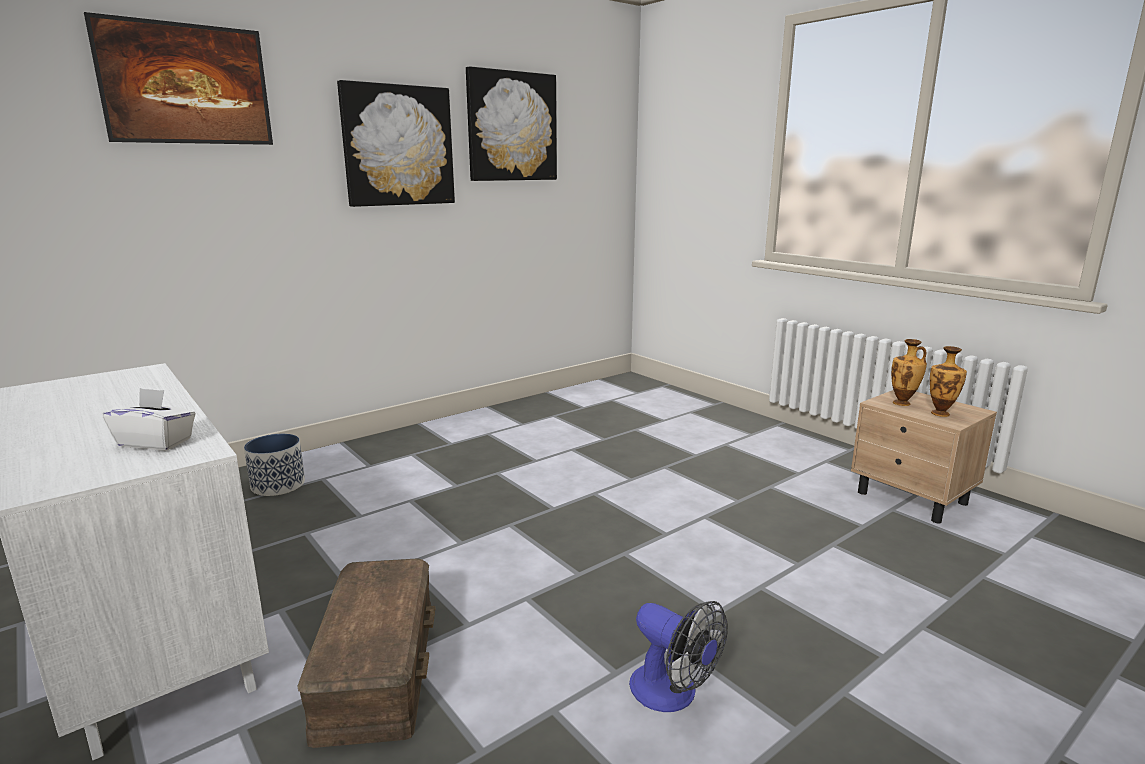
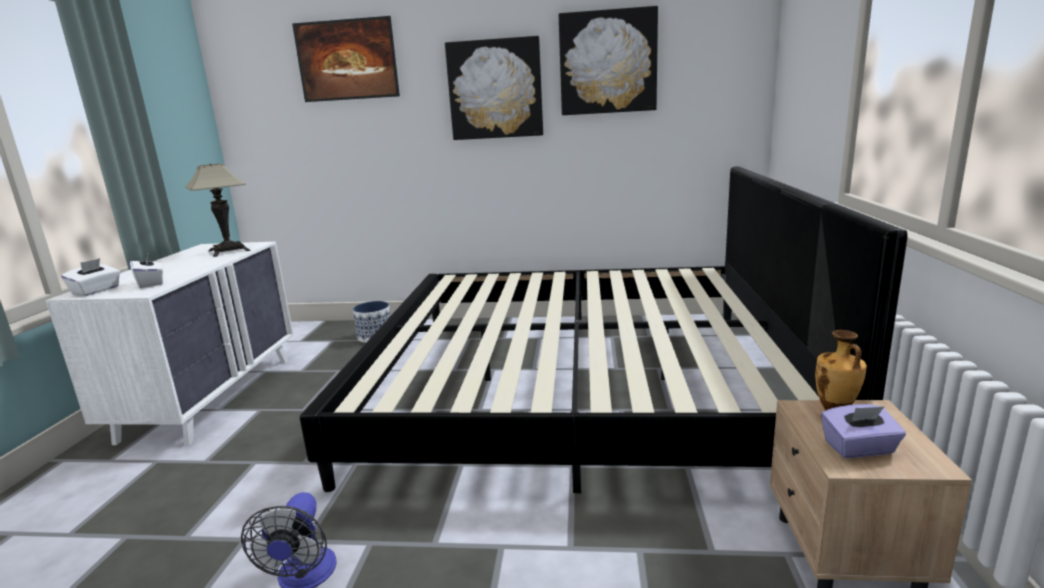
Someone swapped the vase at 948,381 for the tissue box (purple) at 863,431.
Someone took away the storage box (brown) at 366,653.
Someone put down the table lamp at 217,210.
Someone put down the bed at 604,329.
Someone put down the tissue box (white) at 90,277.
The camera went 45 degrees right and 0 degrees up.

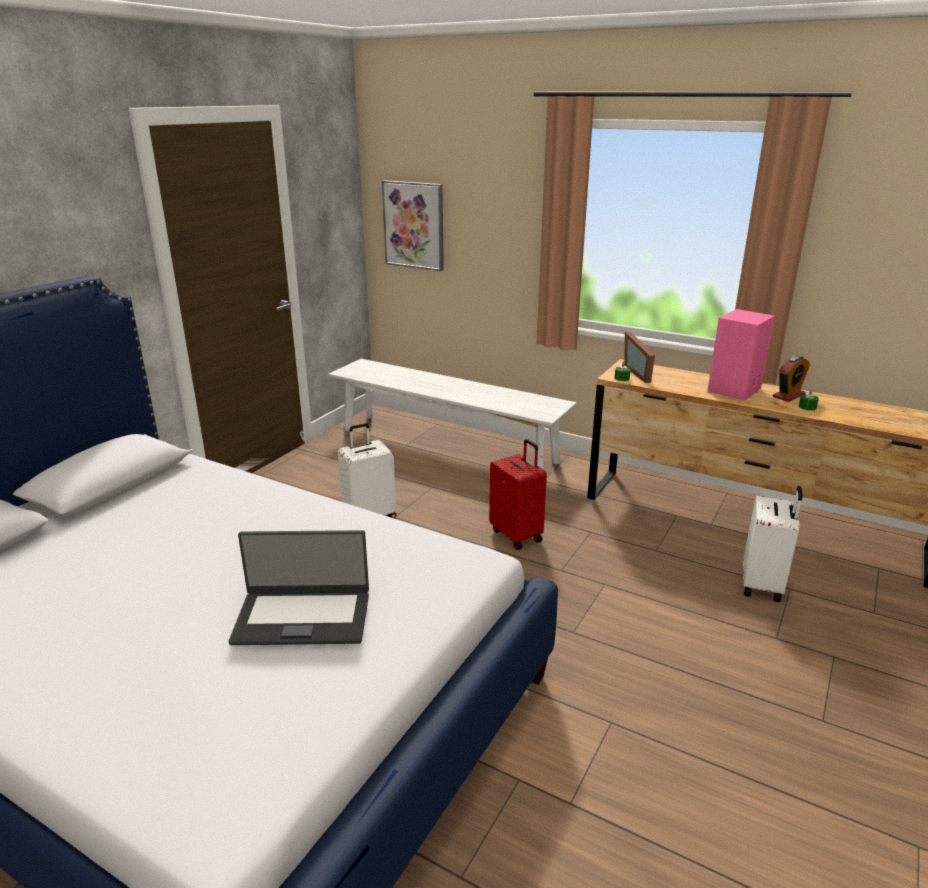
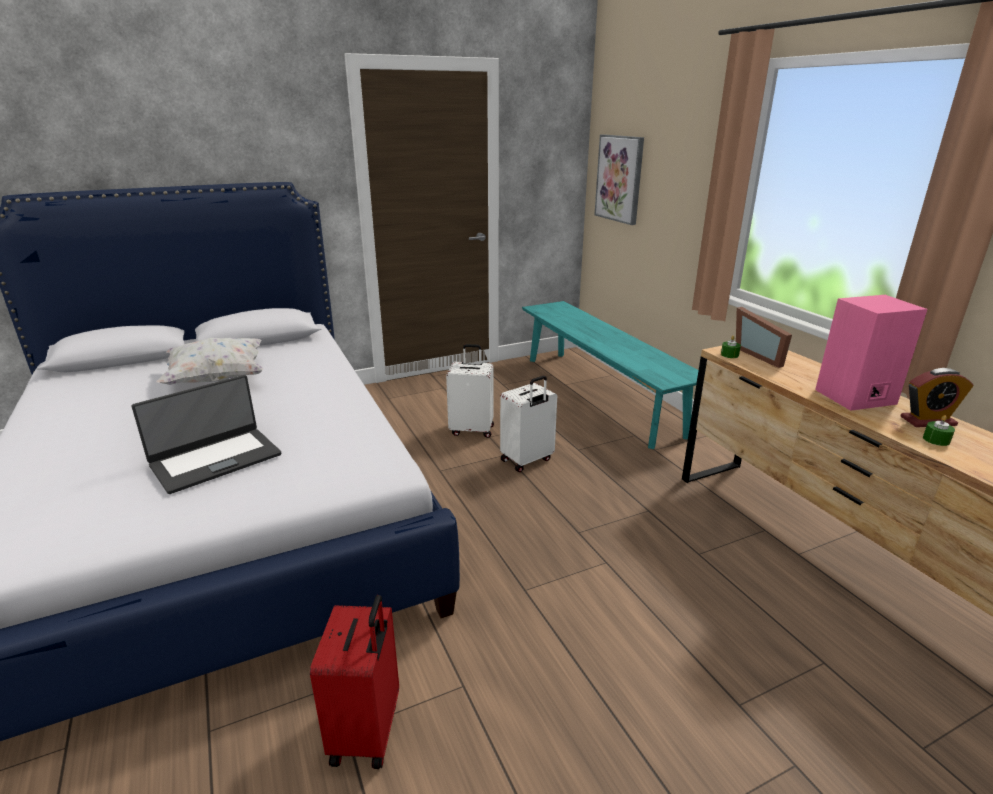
Someone rotated the picture frame at 639,357 by 45 degrees counterclockwise.
Someone repainted the bench (white) at 452,414, which became the bench (turquoise) at 610,375.
Someone carried the suitcase (red) from 518,494 to 354,682.
Someone carried the suitcase (white) from 773,544 to 528,424.
Someone rotated the laptop at 299,587 by 75 degrees counterclockwise.
Someone put down the pillow (white) at 210,361.
The camera went 35 degrees right and 0 degrees up.

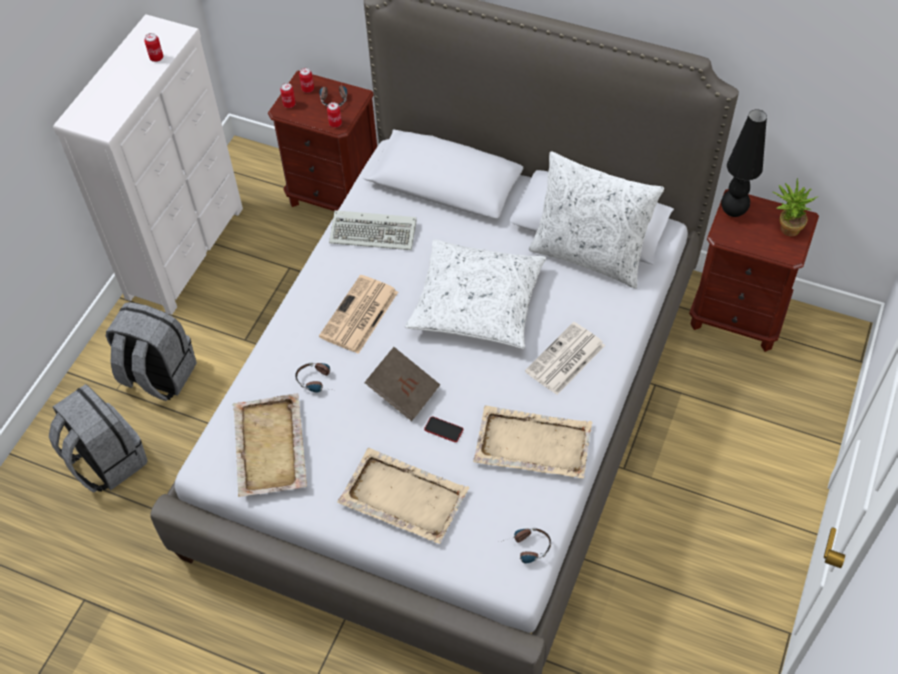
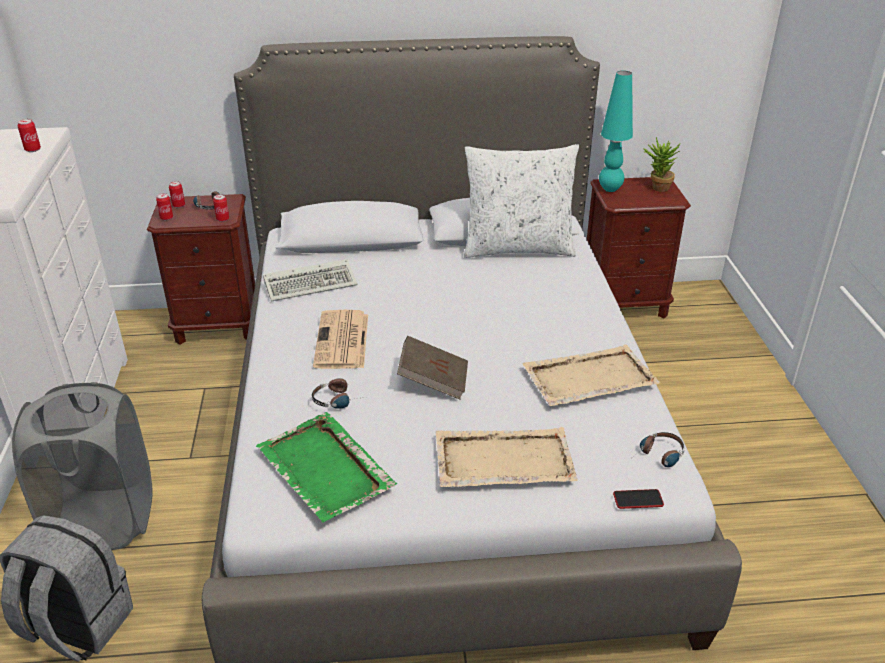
Someone repainted the table lamp (black) at 744,163, which became the table lamp (turquoise) at 616,131.
Someone took away the pillow (white) at 475,294.
Someone swapped the backpack (grey) at 151,351 for the laundry basket (grey) at 82,466.
Someone took away the newspaper at 565,358.
Someone repainted the tray (beige) at 269,445, which became the tray (green) at 326,467.
Someone carried the phone from 443,429 to 638,499.
The camera went 30 degrees left and 20 degrees down.

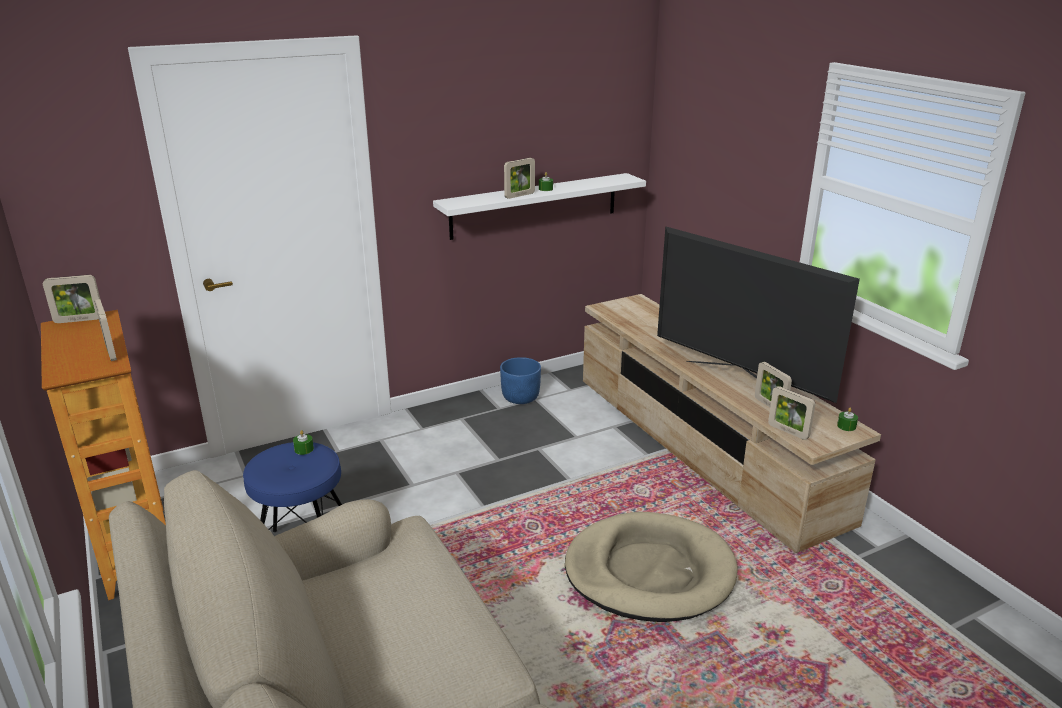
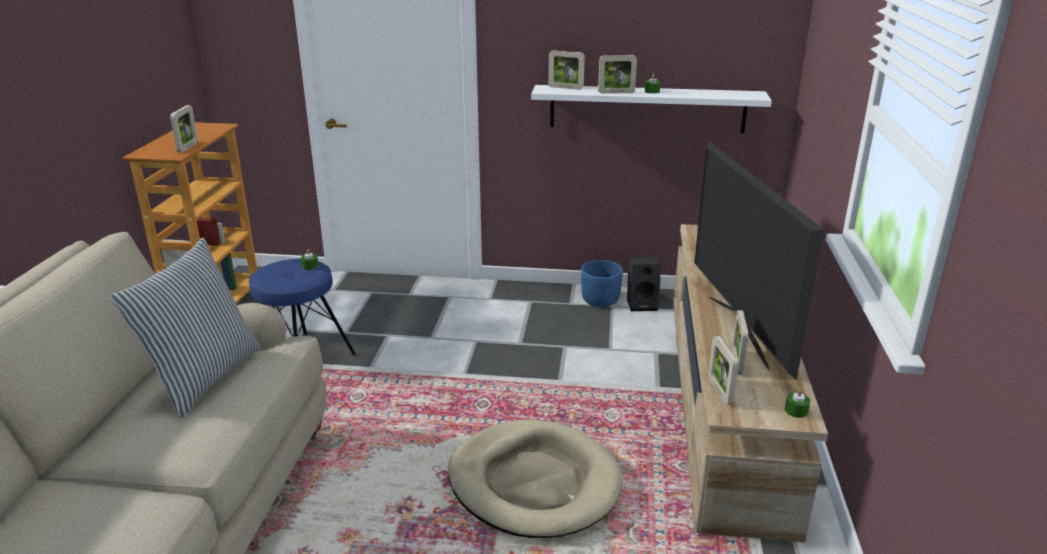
Someone carried the picture frame from 71,299 to 566,70.
Someone put down the pillow at 185,328.
Someone put down the speaker (black) at 644,284.
The camera went 35 degrees right and 0 degrees up.

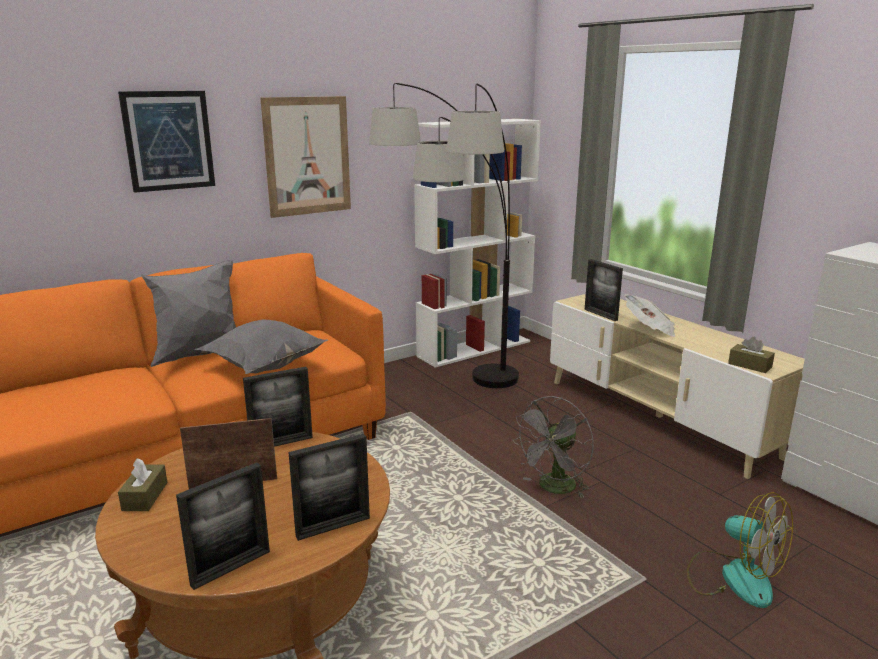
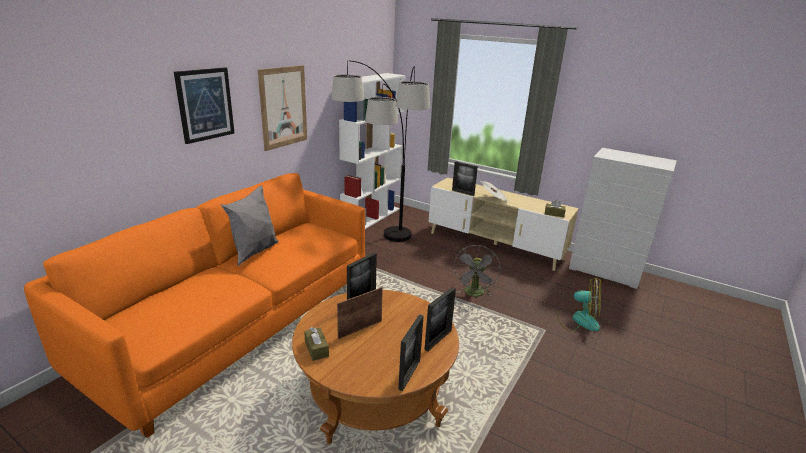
Someone took away the pillow (grey) at 261,346.
The camera went 25 degrees left and 5 degrees up.

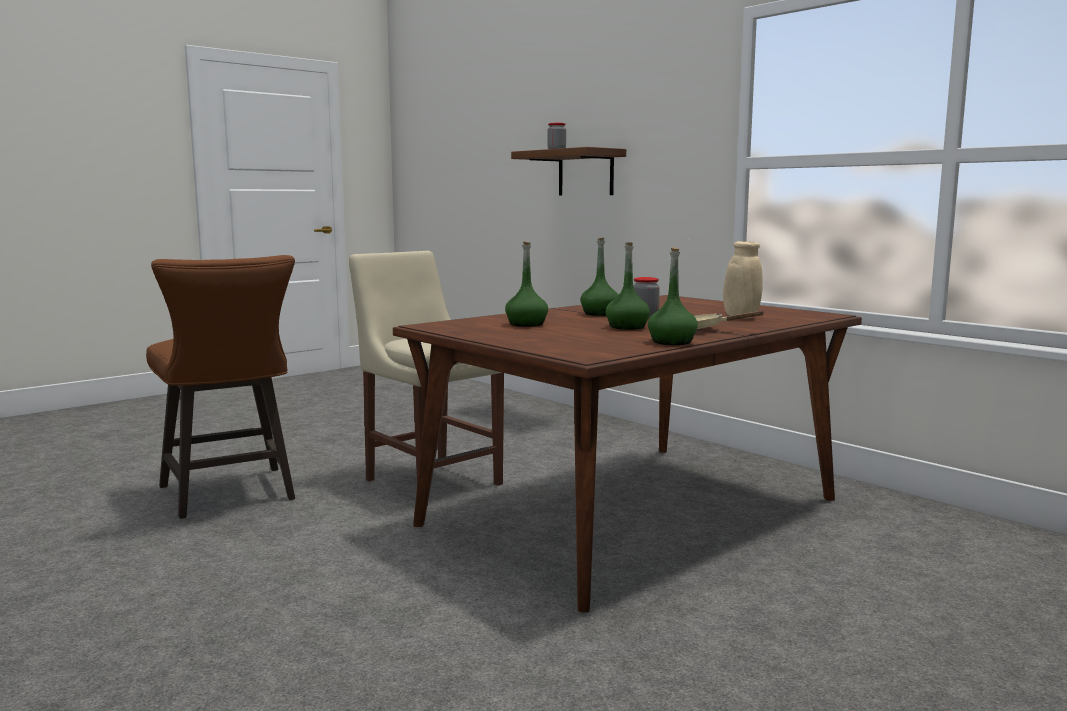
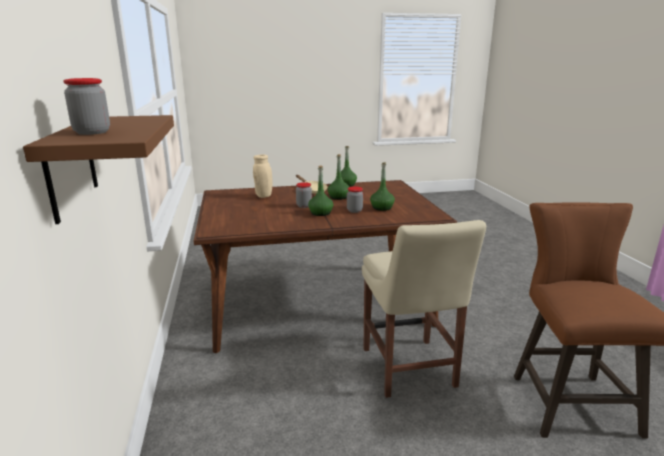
Someone put down the jar at 355,199.
The camera went 150 degrees left and 10 degrees up.

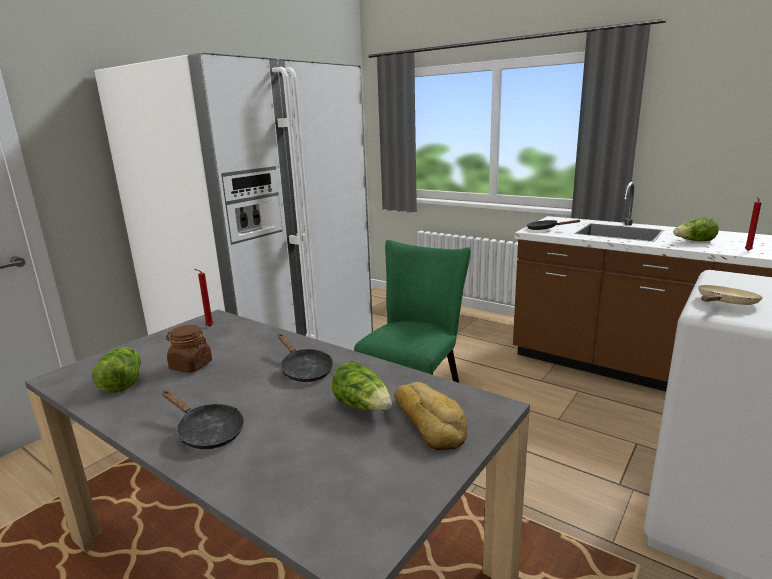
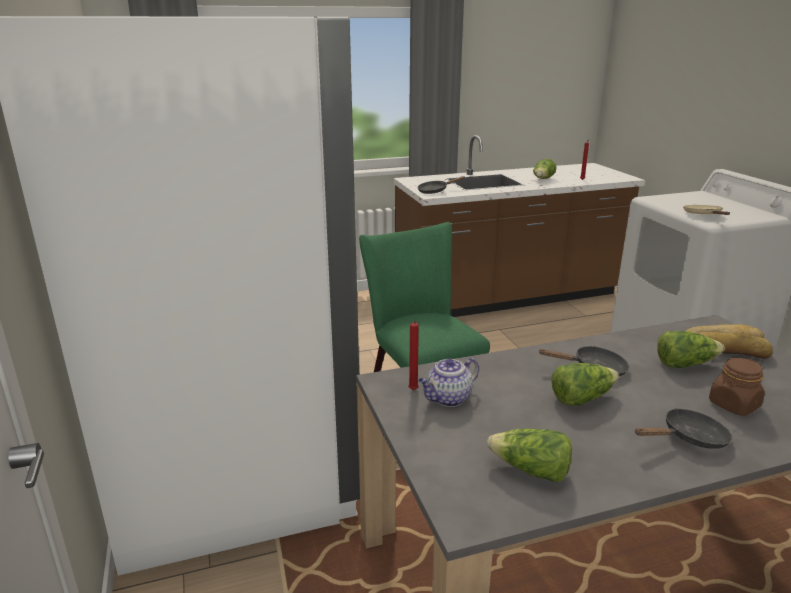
Someone carried the jar (brown) from 189,348 to 737,387.
Someone put down the teapot at 448,382.
Someone put down the lettuce at 585,384.
The camera went 55 degrees left and 5 degrees up.

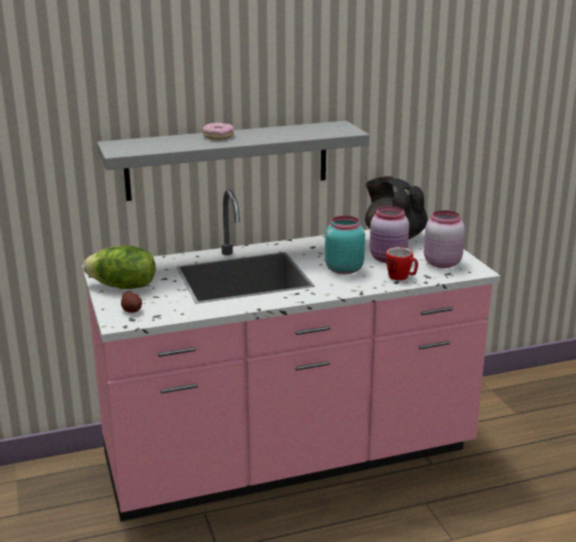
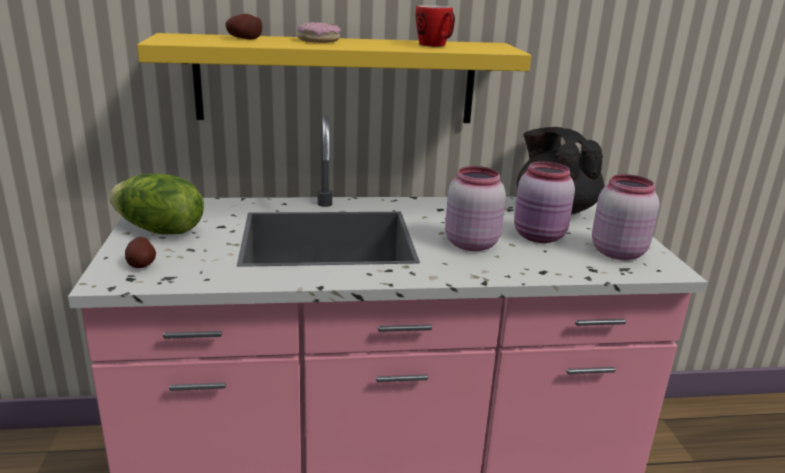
Someone repainted the shelf (grey) at 233,161, which became the shelf (yellow) at 334,78.
Someone repainted the jar (turquoise) at 345,245, which became the jar (pink) at 475,208.
Someone carried the mug from 402,263 to 435,26.
Someone put down the potato at 243,26.
The camera went 10 degrees right and 0 degrees up.

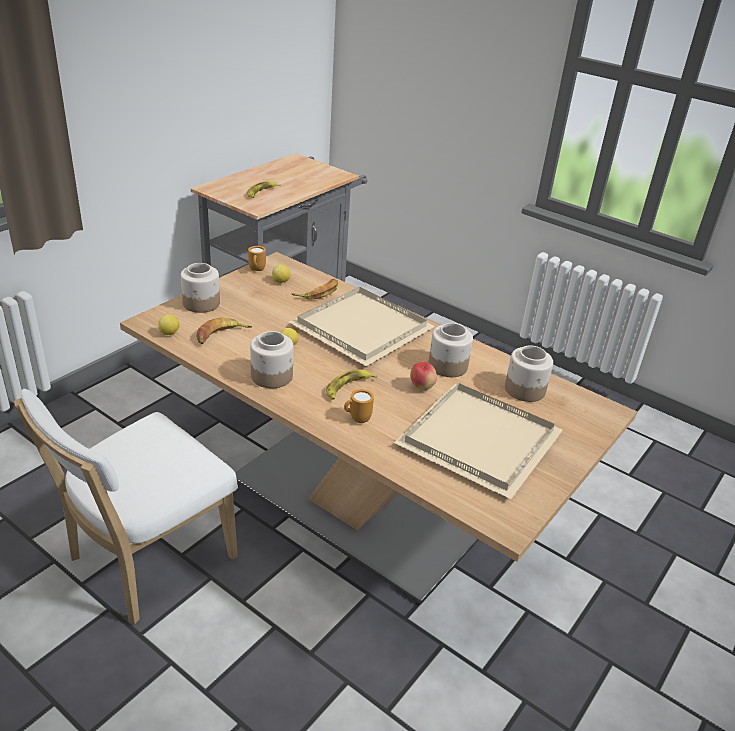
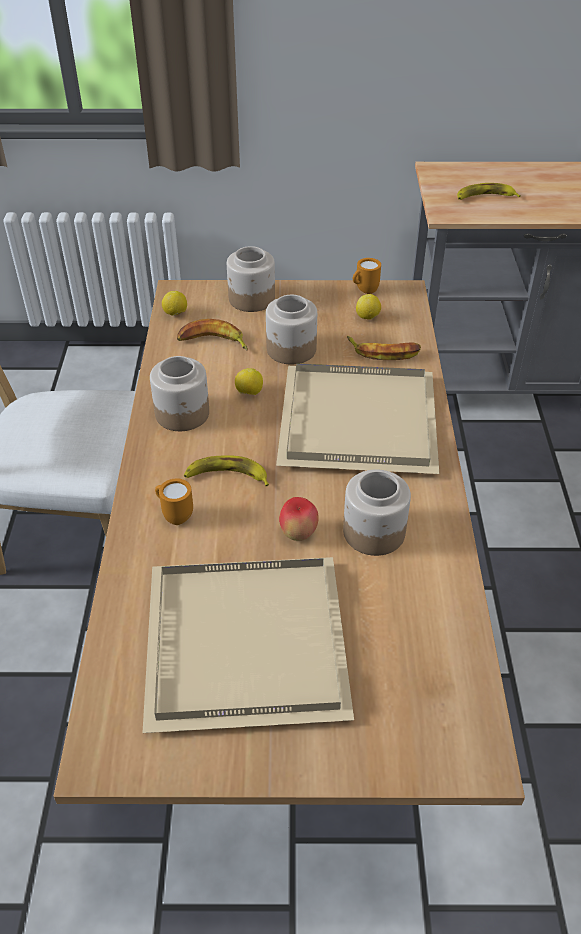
Someone carried the jar from 529,373 to 291,329.
The camera went 55 degrees right and 10 degrees up.

